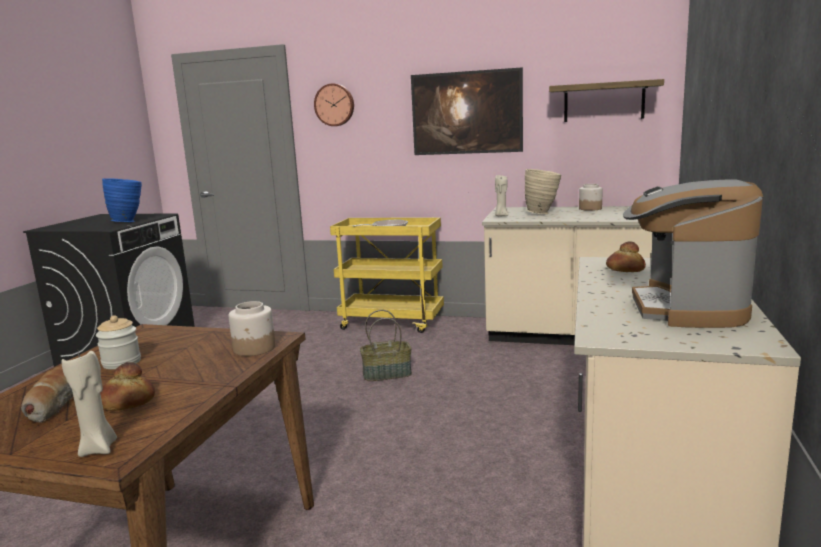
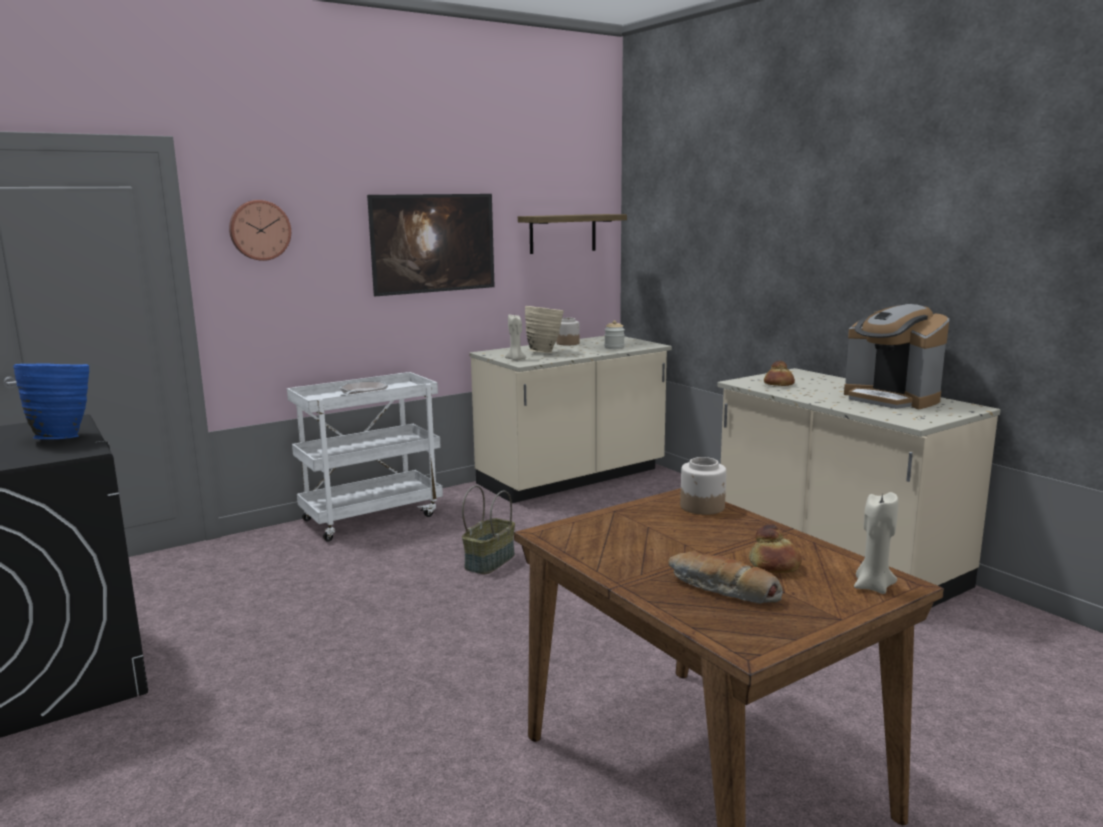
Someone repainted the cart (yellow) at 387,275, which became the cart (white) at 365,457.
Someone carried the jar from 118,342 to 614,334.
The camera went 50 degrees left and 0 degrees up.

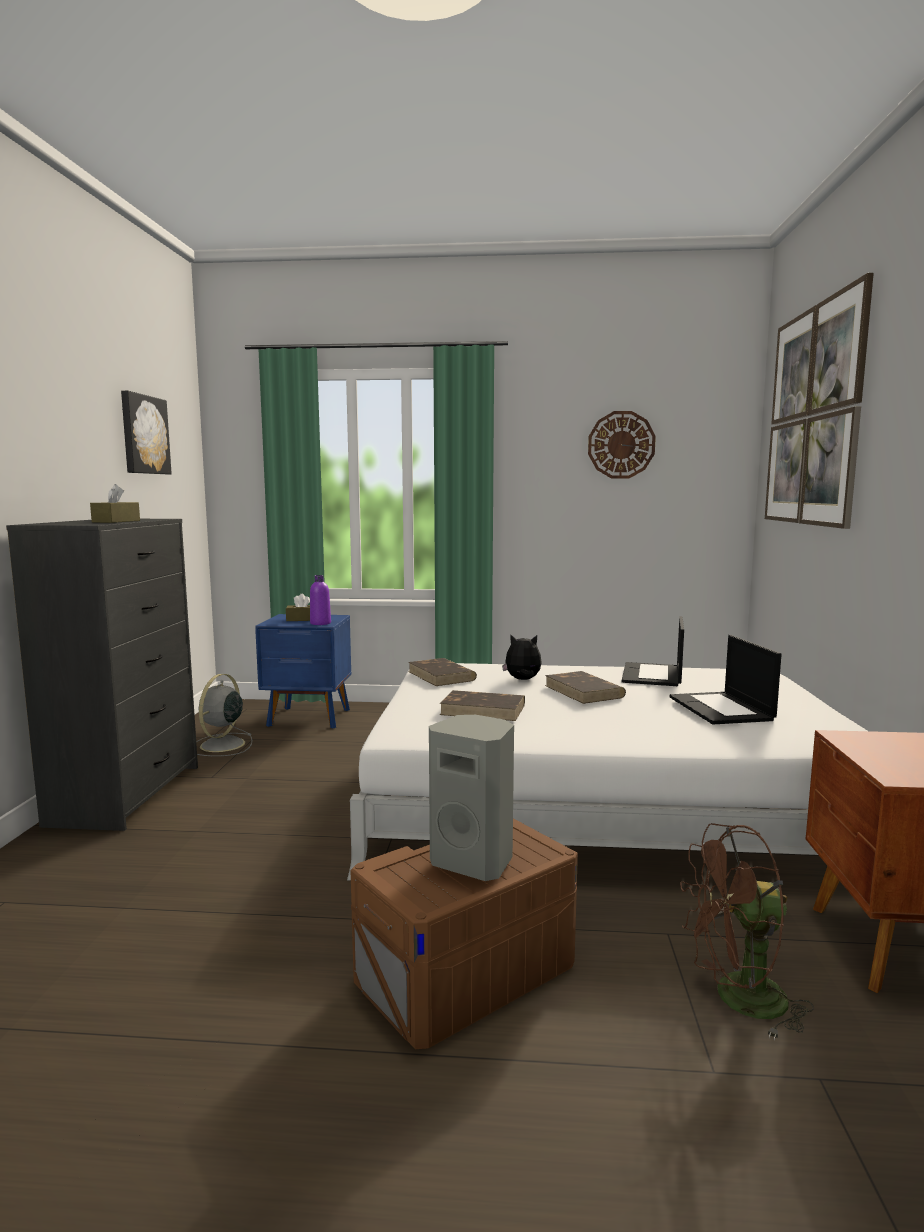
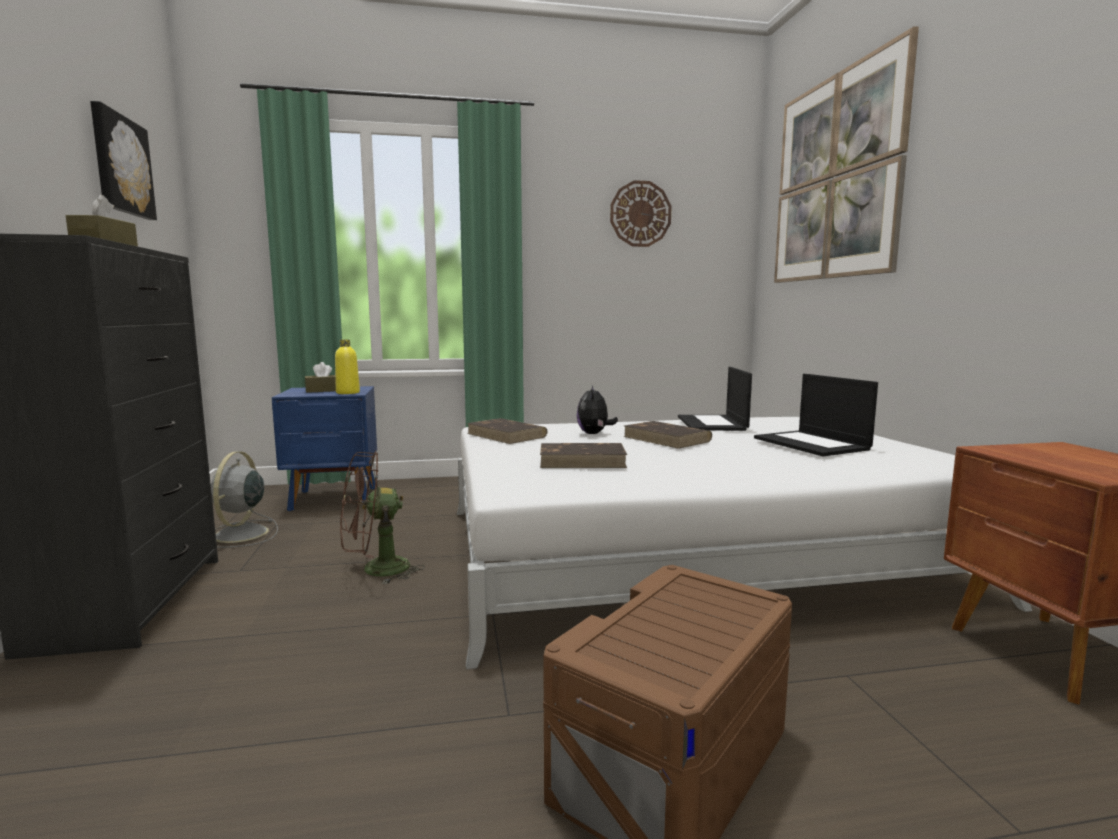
Someone repainted the bottle (purple) at 320,600, which became the bottle (yellow) at 347,367.
Someone rotated the plush toy at 522,657 by 75 degrees counterclockwise.
Someone took away the speaker (grey) at 471,798.
Someone carried the fan (brown) from 747,931 to 382,518.
The camera went 15 degrees left and 0 degrees up.

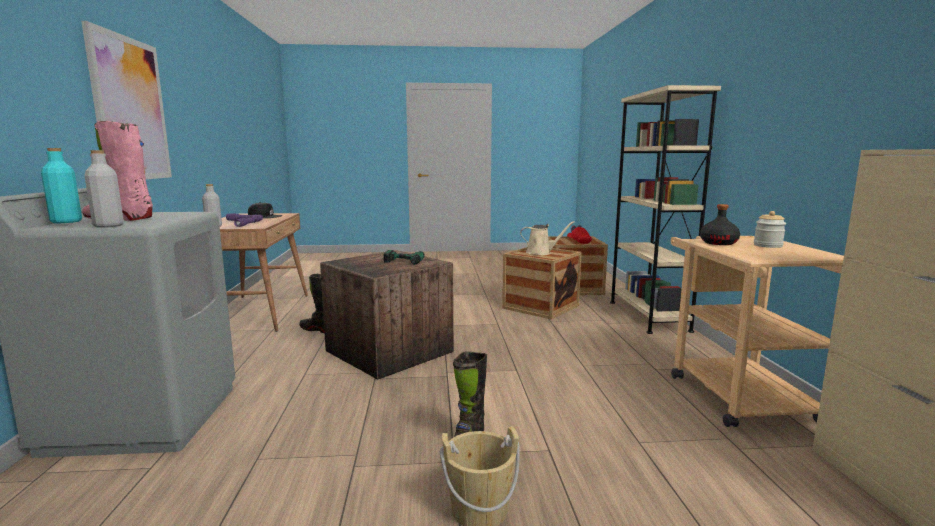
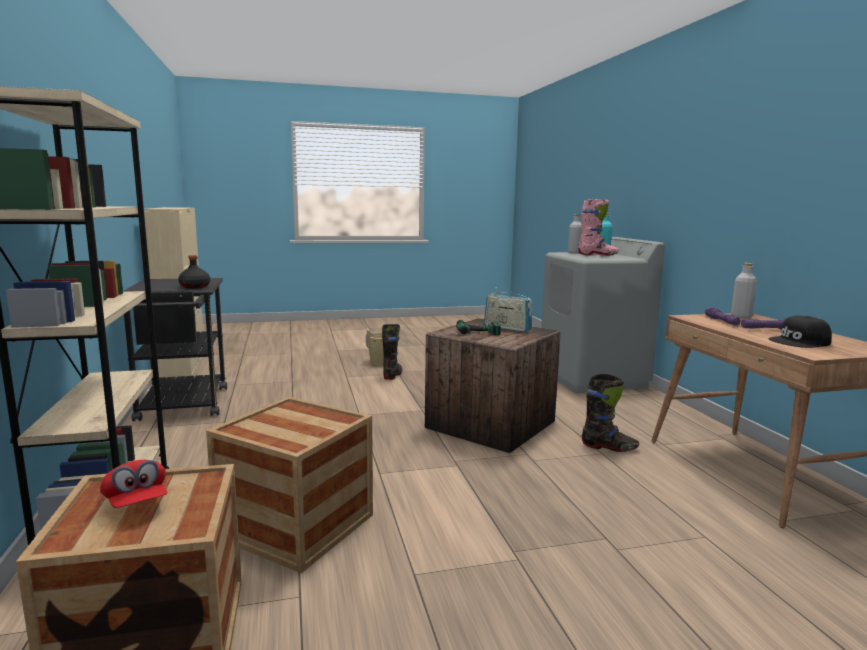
Someone took away the picture at 126,100.
Someone took away the jar at 770,229.
Someone took away the watering can (beige) at 547,238.
Someone repainted the cart (beige) at 757,331, which became the cart (black) at 175,349.
Someone put down the radio at 508,310.
The camera went 170 degrees right and 0 degrees up.

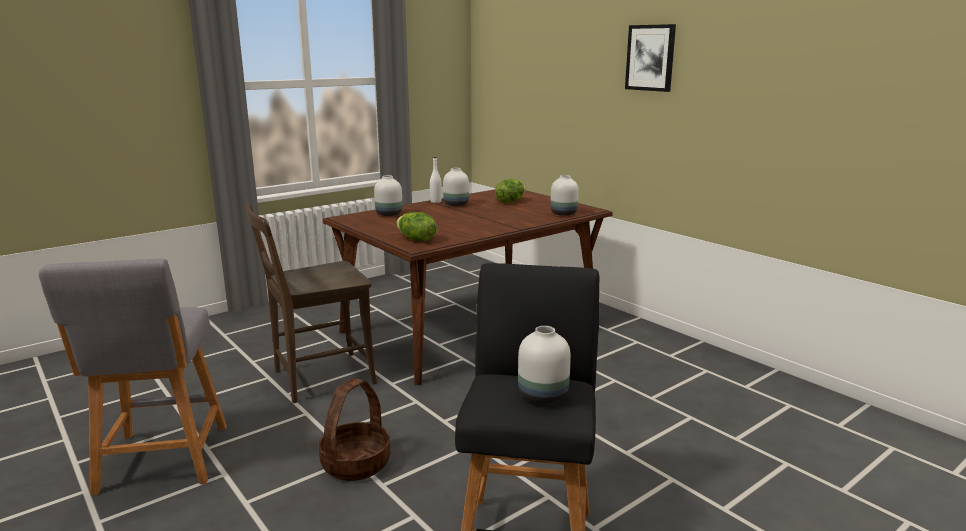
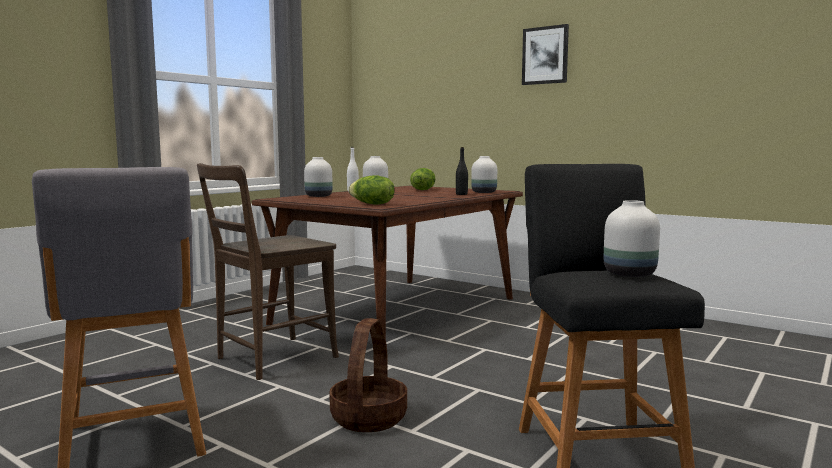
Someone put down the bottle (black) at 462,171.
The camera went 15 degrees left and 10 degrees down.

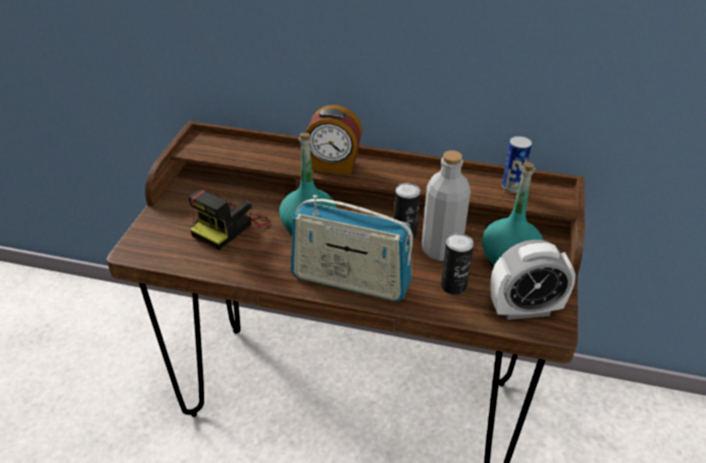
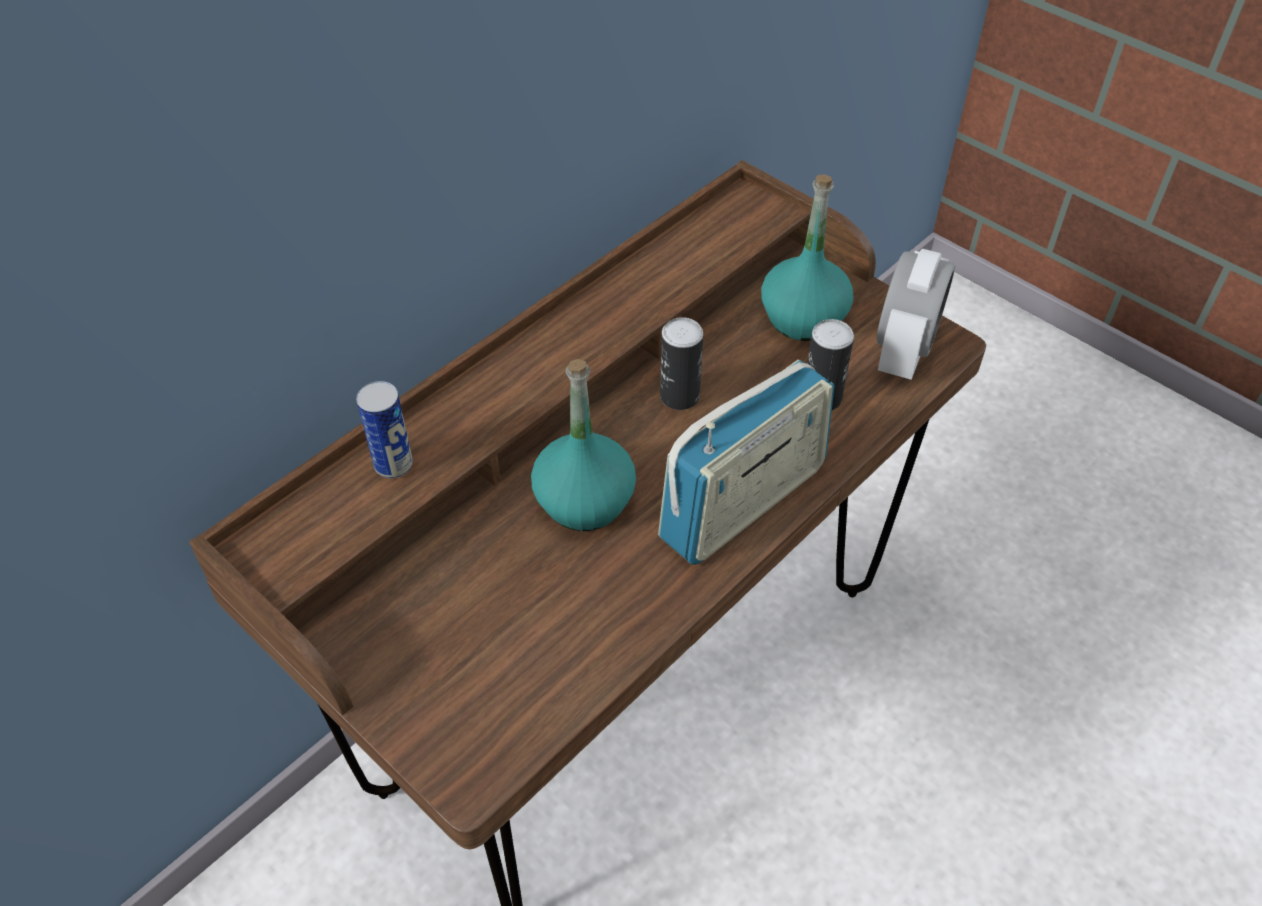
Someone took away the alarm clock at 334,140.
Someone carried the can from 517,164 to 384,429.
Someone took away the bottle (grey) at 446,205.
Someone took away the photo camera at 229,220.
The camera went 60 degrees left and 10 degrees up.

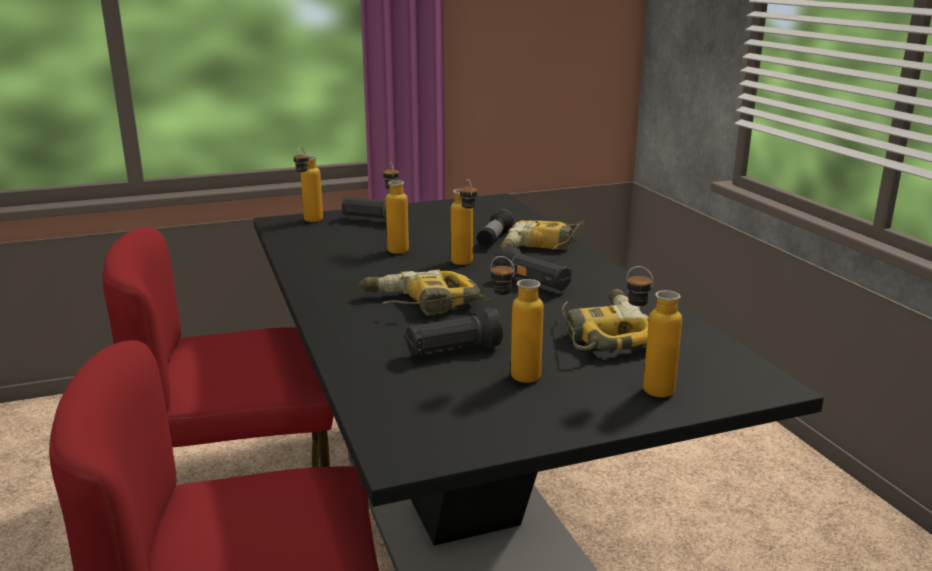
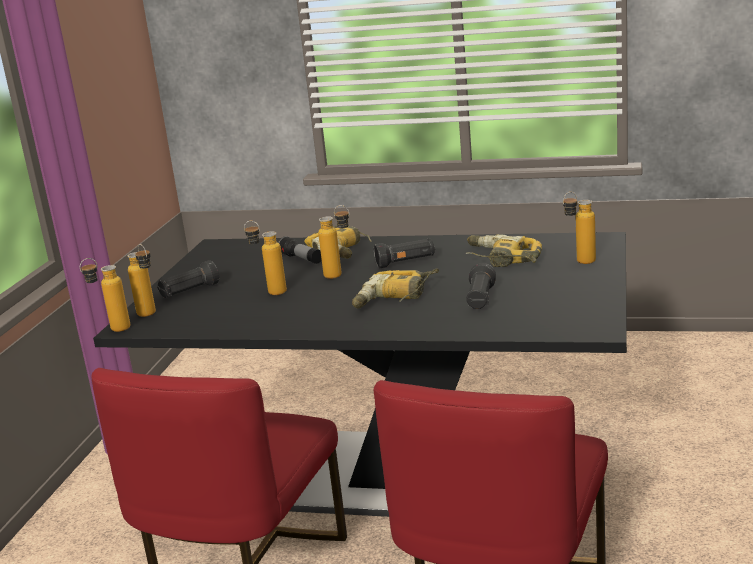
Someone carried the bottle from 517,319 to 105,295.
The camera went 55 degrees left and 0 degrees up.

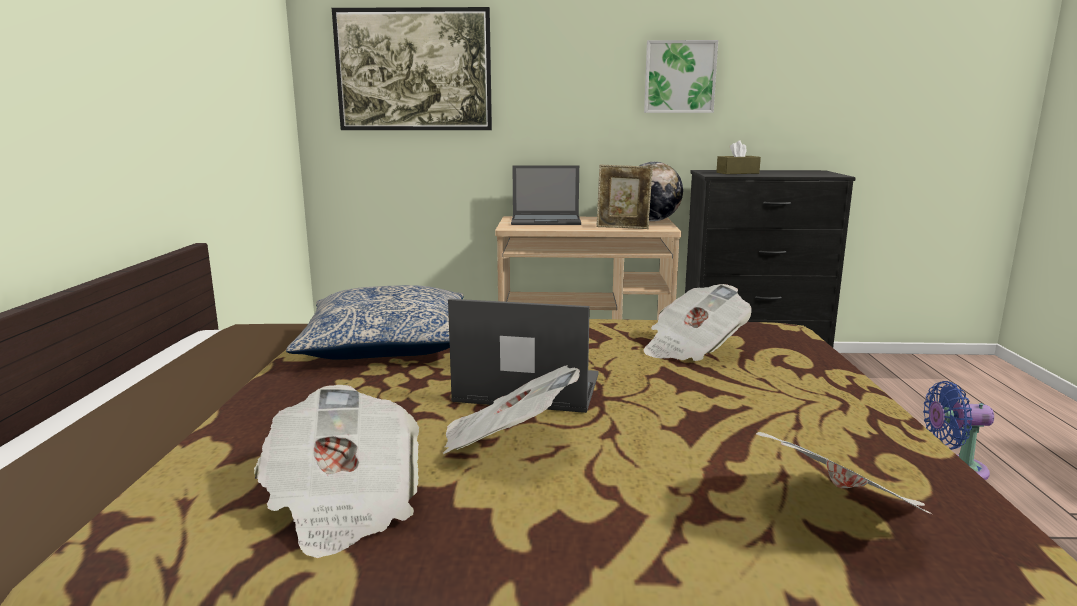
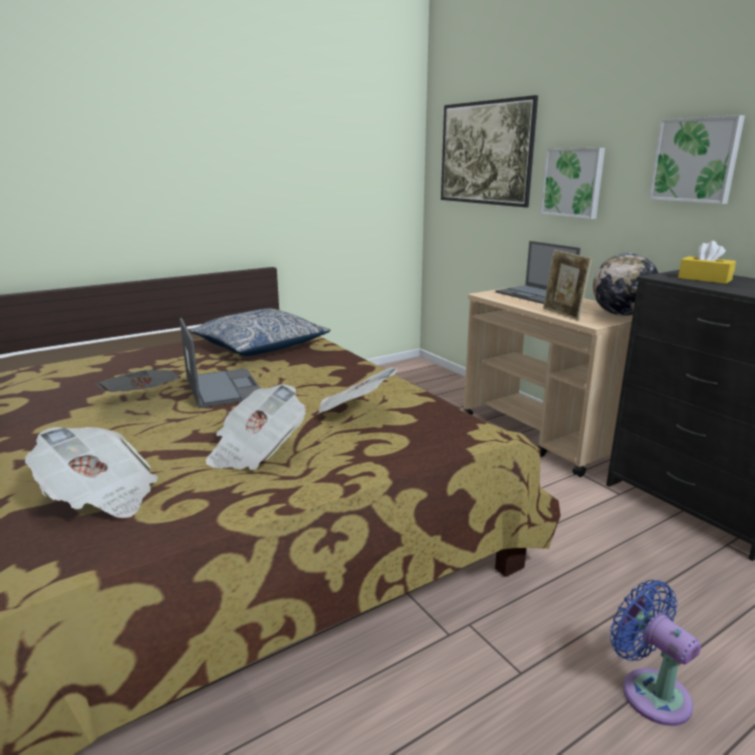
Someone repainted the tissue box (brown) at 738,157, which became the tissue box (yellow) at 707,262.
Someone carried the newspaper from 336,471 to 256,427.
Someone put up the picture at 572,183.
The camera went 55 degrees right and 5 degrees up.

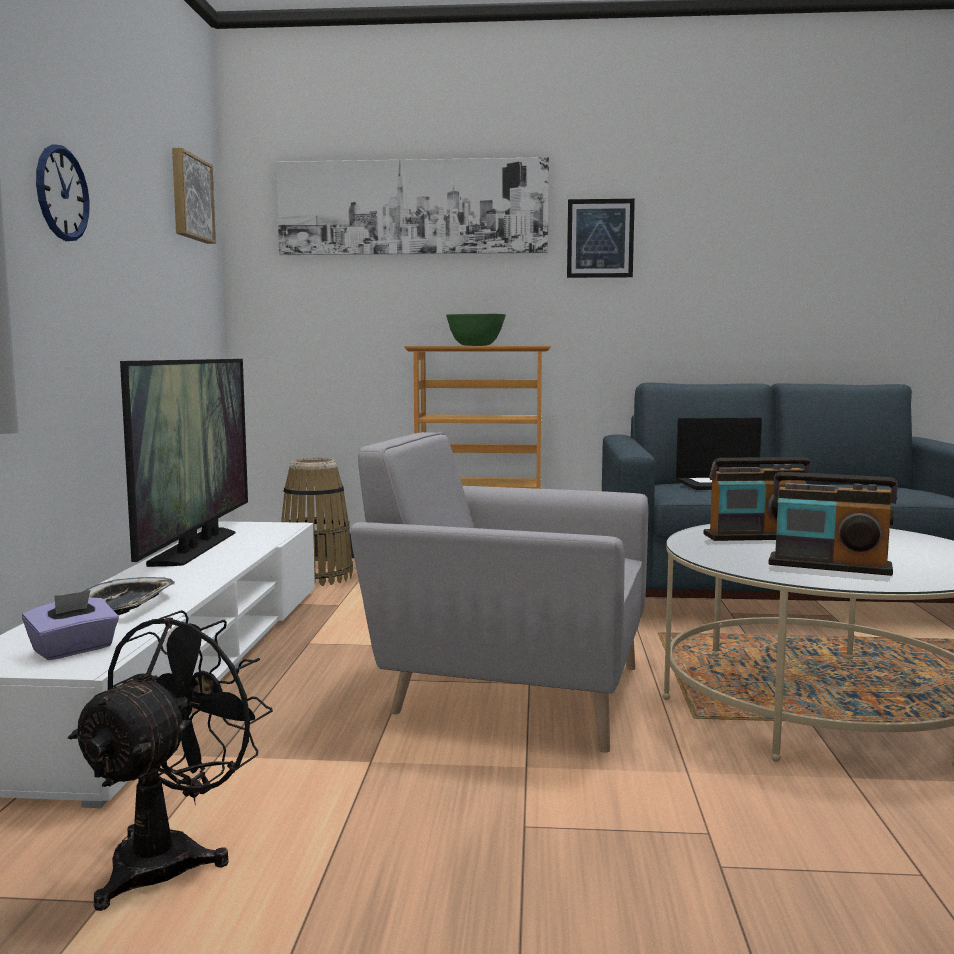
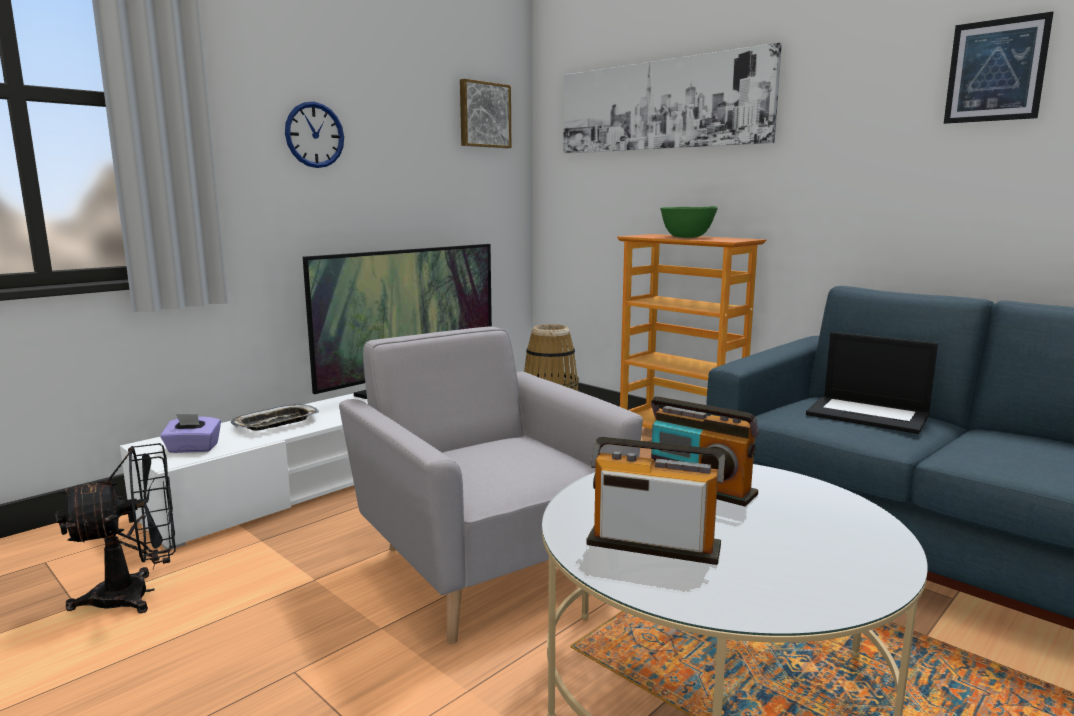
Someone carried the picture from 601,238 to 998,68.
Someone rotated the radio at 833,524 by 135 degrees clockwise.
The camera went 40 degrees right and 5 degrees up.

